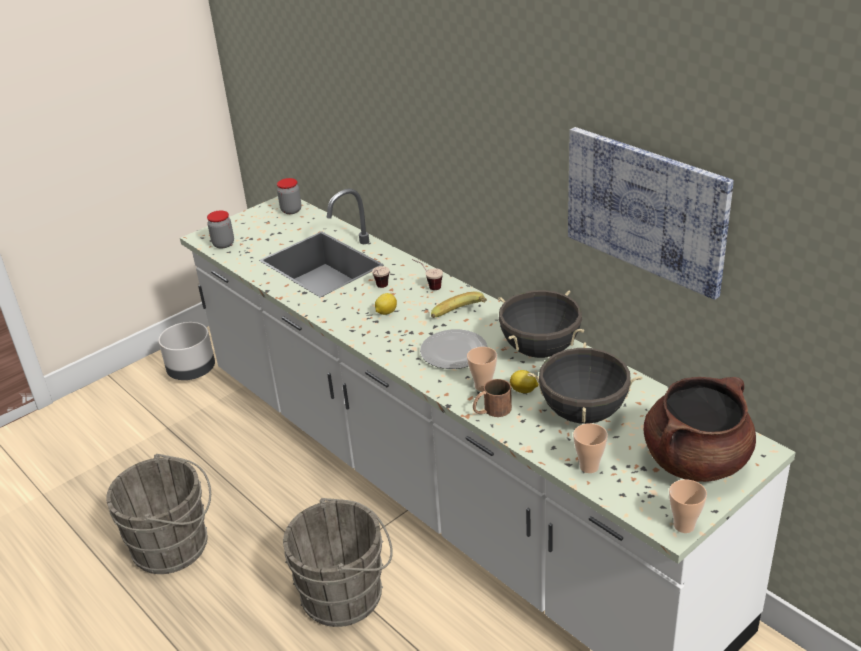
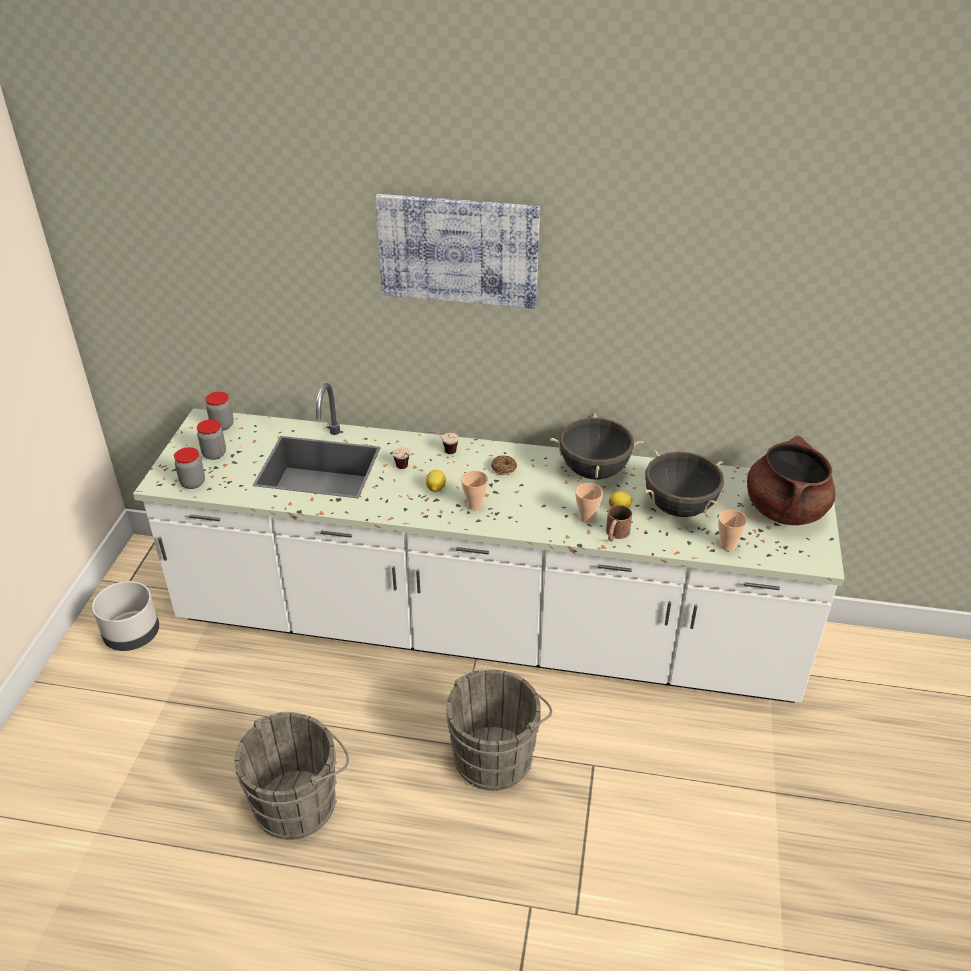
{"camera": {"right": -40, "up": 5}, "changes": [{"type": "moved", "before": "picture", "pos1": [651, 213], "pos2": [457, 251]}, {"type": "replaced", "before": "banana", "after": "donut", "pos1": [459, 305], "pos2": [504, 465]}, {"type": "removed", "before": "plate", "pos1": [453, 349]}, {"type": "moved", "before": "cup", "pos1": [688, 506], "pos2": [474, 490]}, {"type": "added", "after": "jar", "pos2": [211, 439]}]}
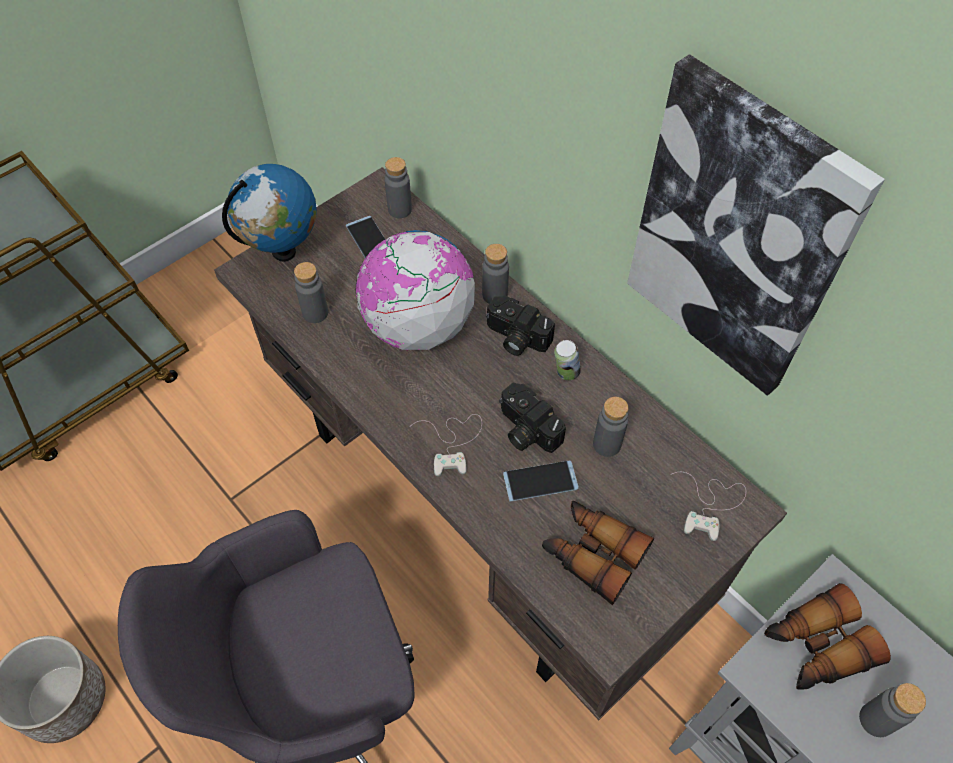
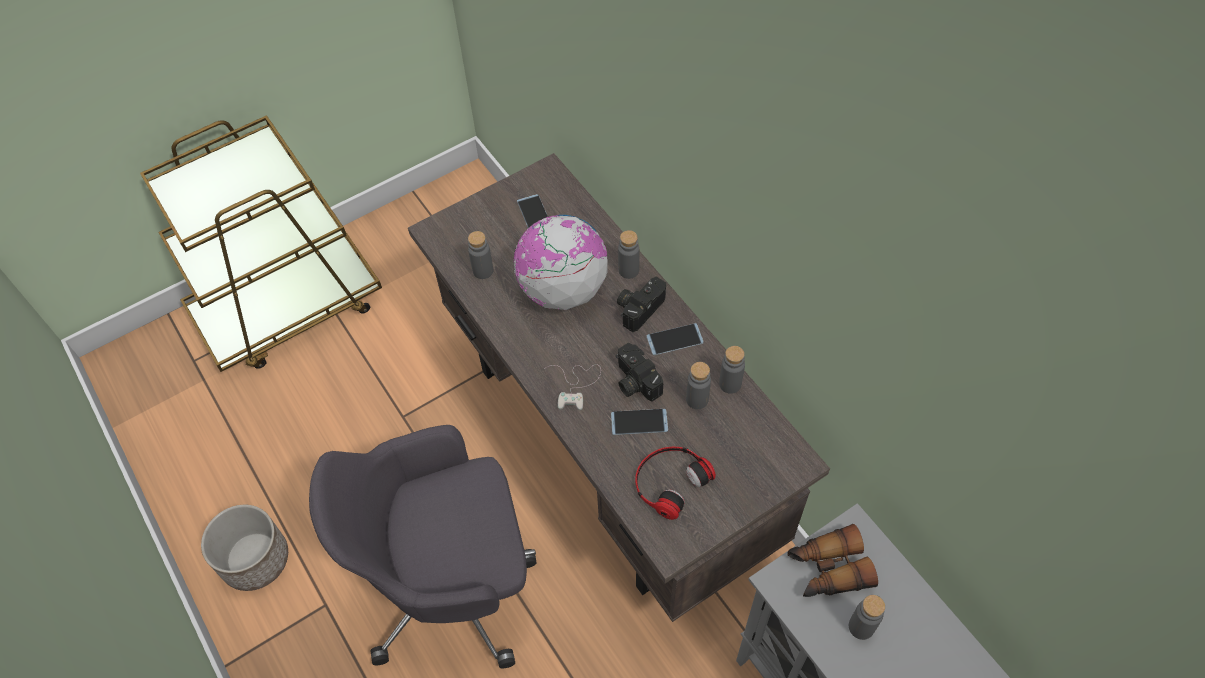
{"camera": {"right": 10, "up": 0}, "changes": [{"type": "removed", "before": "picture", "pos1": [756, 225]}, {"type": "moved", "before": "bottle/grey", "pos1": [398, 187], "pos2": [732, 370]}, {"type": "removed", "before": "globe", "pos1": [269, 213]}, {"type": "turned", "before": "photo camera", "pos1": [520, 326], "pos2": [641, 304], "turn": 90}, {"type": "replaced", "before": "can", "after": "phone", "pos1": [567, 360], "pos2": [675, 339]}, {"type": "removed", "before": "game controller/white", "pos1": [709, 506]}, {"type": "replaced", "before": "binoculars", "after": "headphones", "pos1": [598, 552], "pos2": [675, 483]}]}
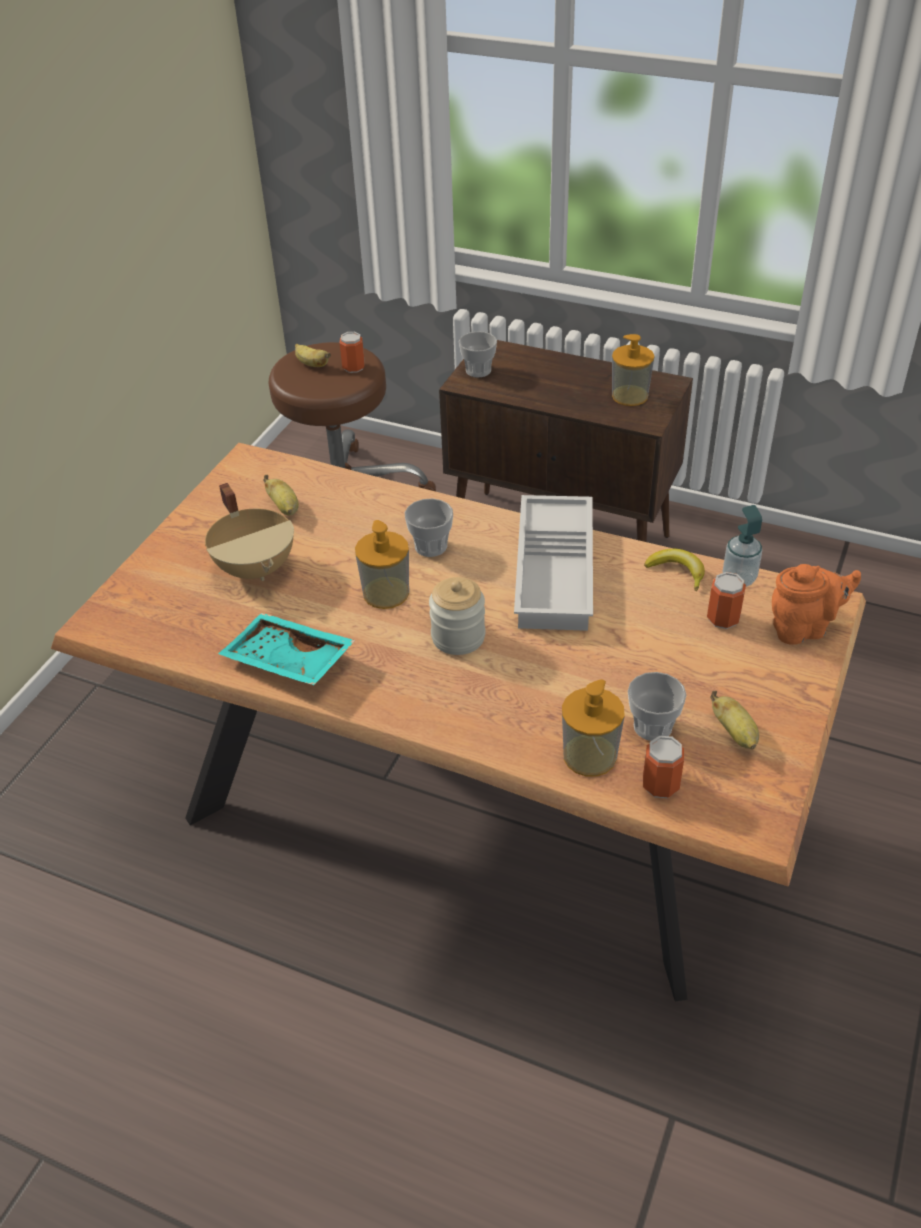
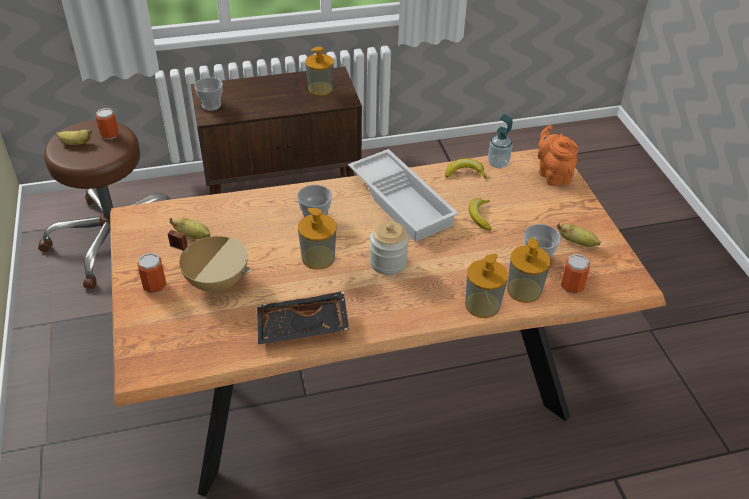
{"camera": {"right": -40, "up": 0}, "changes": [{"type": "turned", "before": "teapot/orange", "pos1": [816, 604], "pos2": [558, 155], "turn": -60}, {"type": "moved", "before": "can", "pos1": [726, 600], "pos2": [152, 273]}, {"type": "recoloured", "before": "tray/turquoise", "after": "tray/black", "pos1": [287, 649], "pos2": [303, 317]}, {"type": "added", "after": "banana", "pos2": [479, 214]}, {"type": "added", "after": "soap dispenser", "pos2": [486, 286]}]}
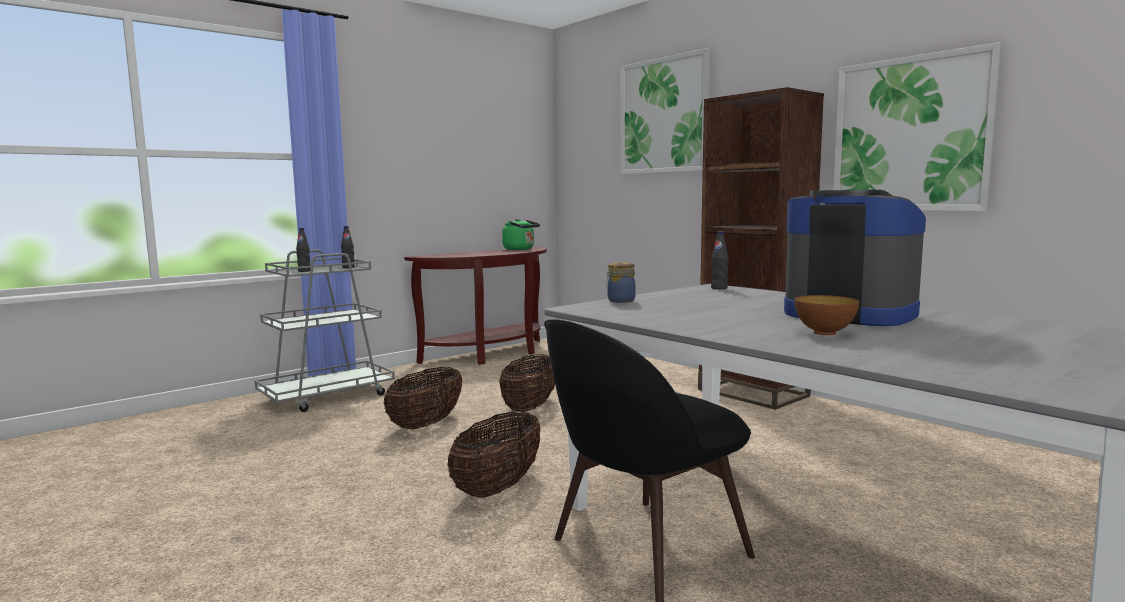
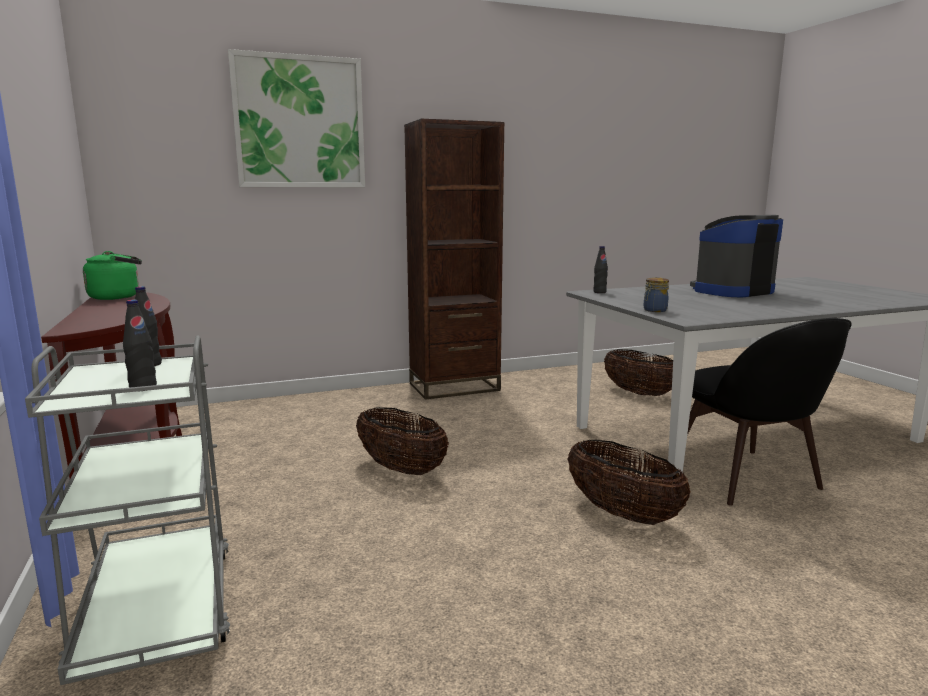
{"camera": {"right": -70, "up": 5}, "changes": [{"type": "removed", "before": "picture", "pos1": [918, 126]}, {"type": "removed", "before": "bowl", "pos1": [827, 315]}, {"type": "moved", "before": "basket", "pos1": [423, 398], "pos2": [638, 372]}]}
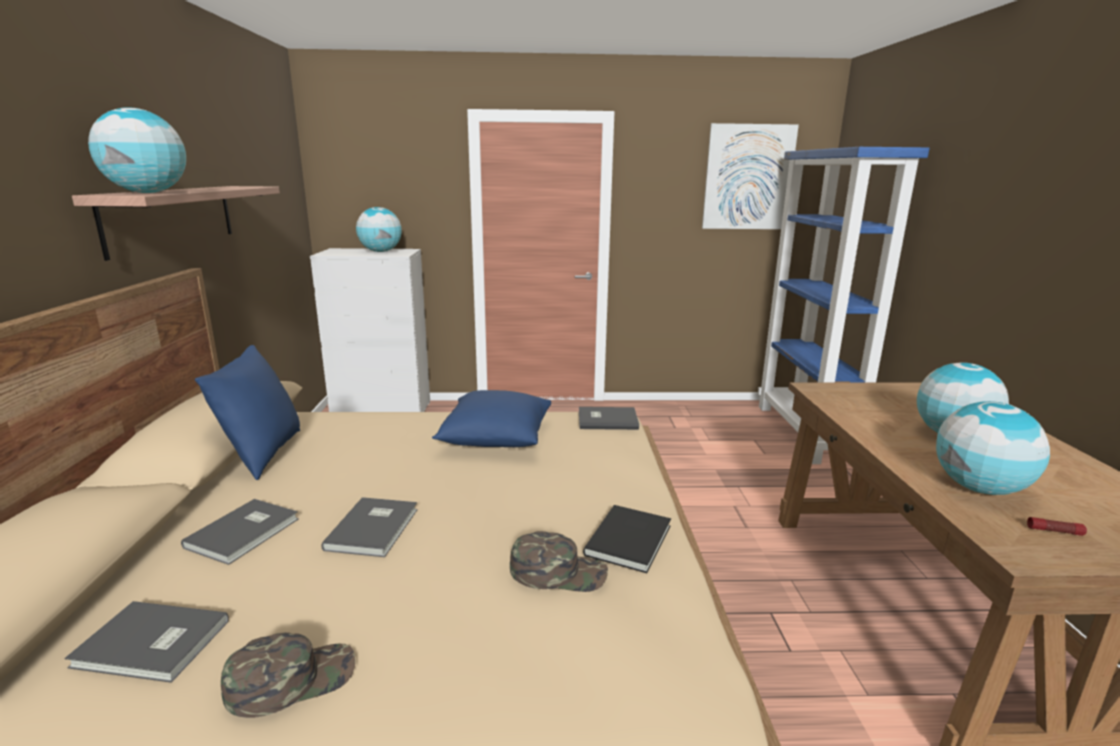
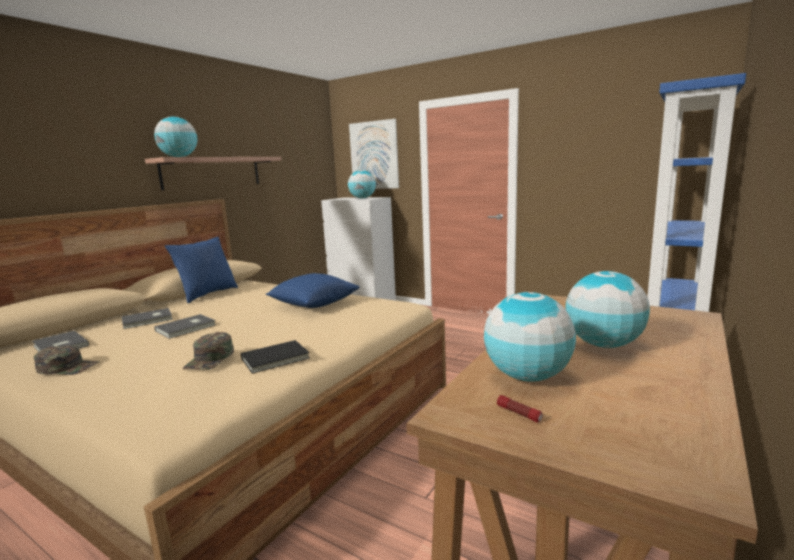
{"camera": {"right": 35, "up": -5}, "changes": [{"type": "moved", "before": "picture", "pos1": [750, 176], "pos2": [374, 154]}, {"type": "removed", "before": "book/grey", "pos1": [609, 418]}, {"type": "turned", "before": "cap/green", "pos1": [559, 561], "pos2": [208, 351], "turn": 60}]}
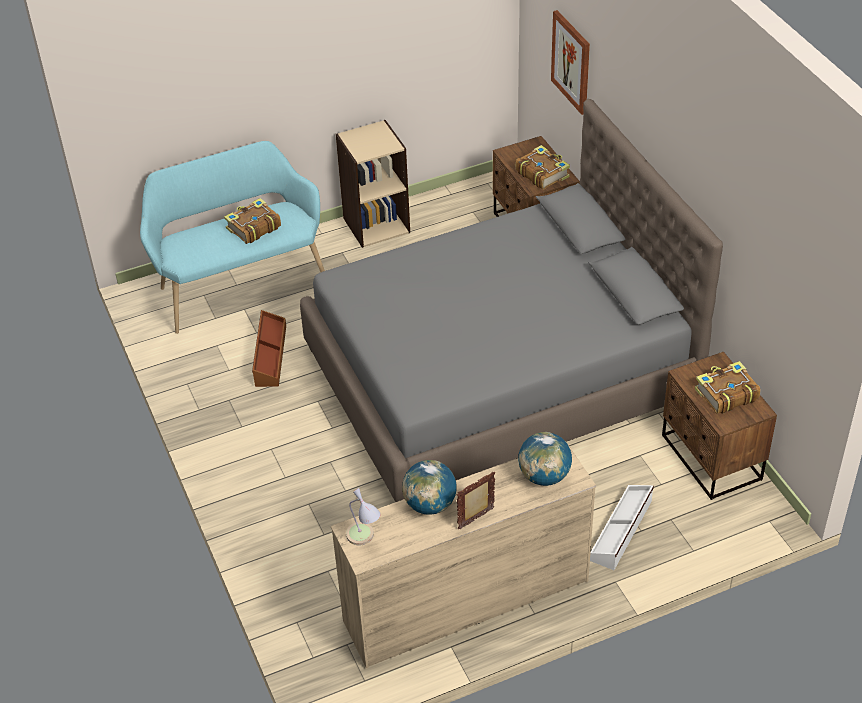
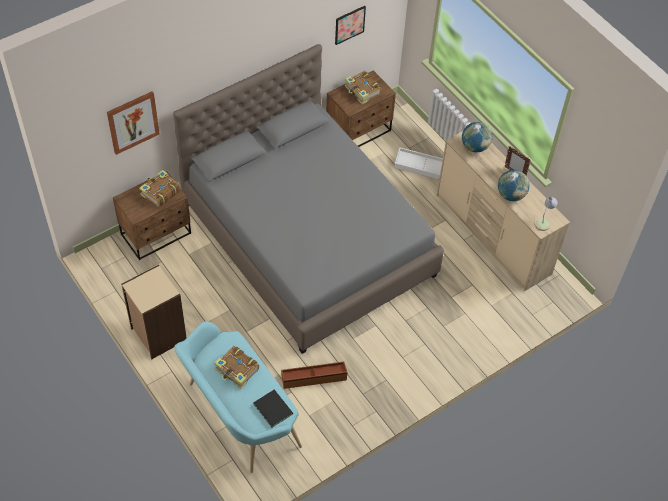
{"camera": {"right": -105, "up": 10}, "changes": [{"type": "added", "after": "picture", "pos2": [350, 25]}, {"type": "added", "after": "book/black", "pos2": [273, 409]}]}
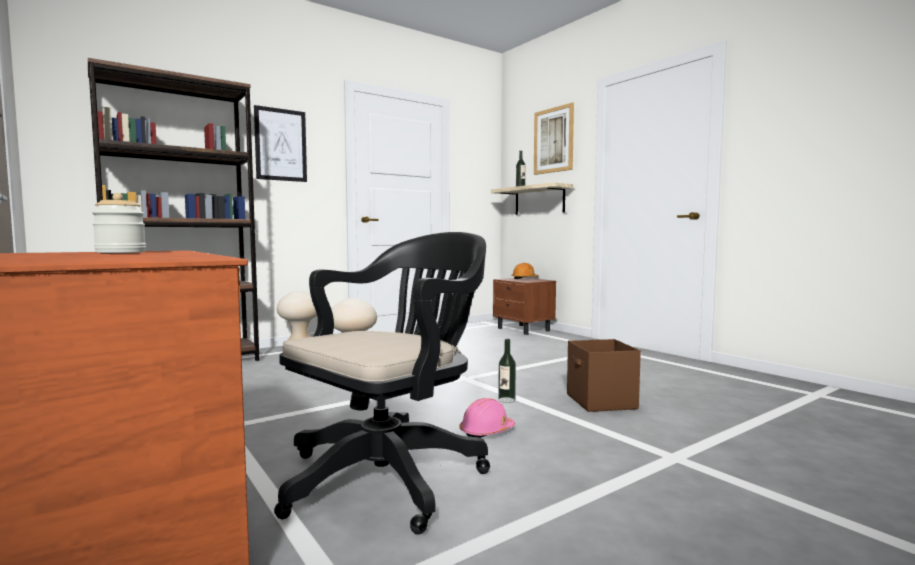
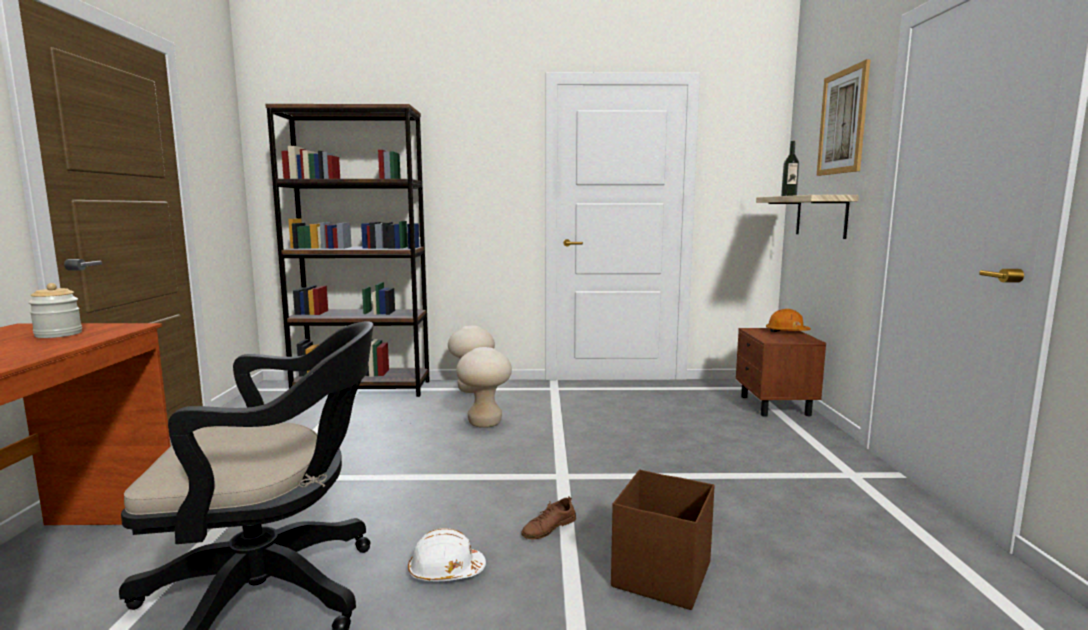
{"camera": {"right": 35, "up": 5}, "changes": [{"type": "removed", "before": "picture", "pos1": [280, 143]}, {"type": "replaced", "before": "bottle", "after": "shoe/brown", "pos1": [507, 371], "pos2": [548, 517]}, {"type": "recoloured", "before": "hard hat/pink", "after": "hard hat/white", "pos1": [487, 418], "pos2": [447, 554]}]}
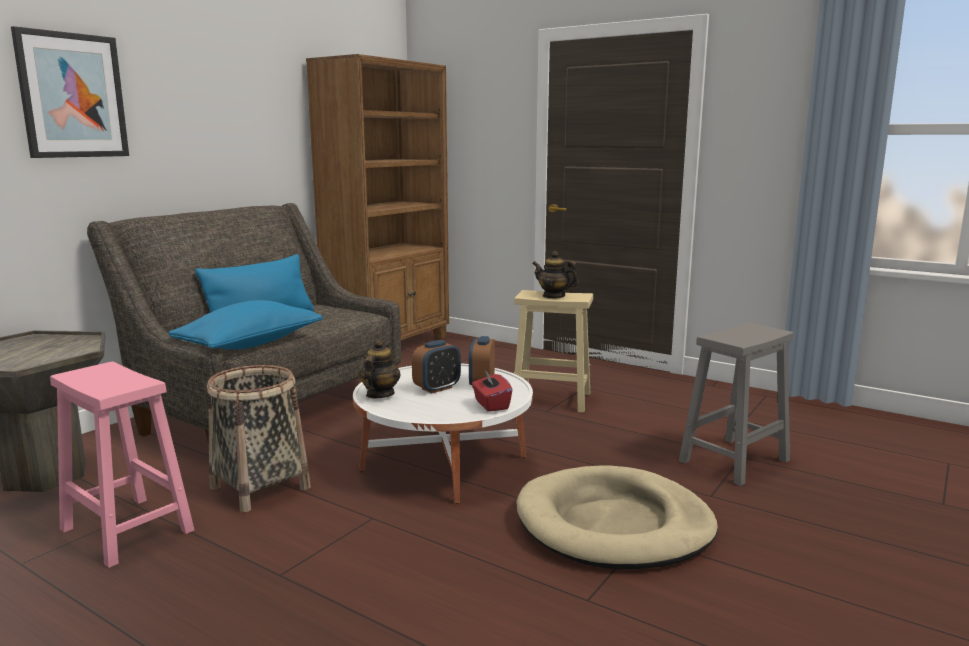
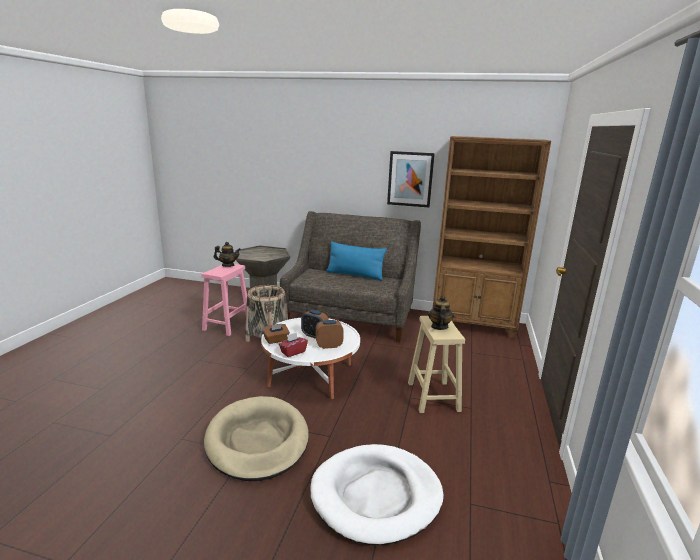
{"camera": {"right": 70, "up": 5}, "changes": [{"type": "moved", "before": "picture", "pos1": [70, 92], "pos2": [411, 179]}, {"type": "removed", "before": "pillow/blue", "pos1": [245, 324]}, {"type": "replaced", "before": "stool/grey", "after": "dog bed/white", "pos1": [736, 404], "pos2": [376, 494]}, {"type": "moved", "before": "teapot", "pos1": [380, 369], "pos2": [227, 254]}, {"type": "added", "after": "tissue box/brown", "pos2": [276, 334]}]}
